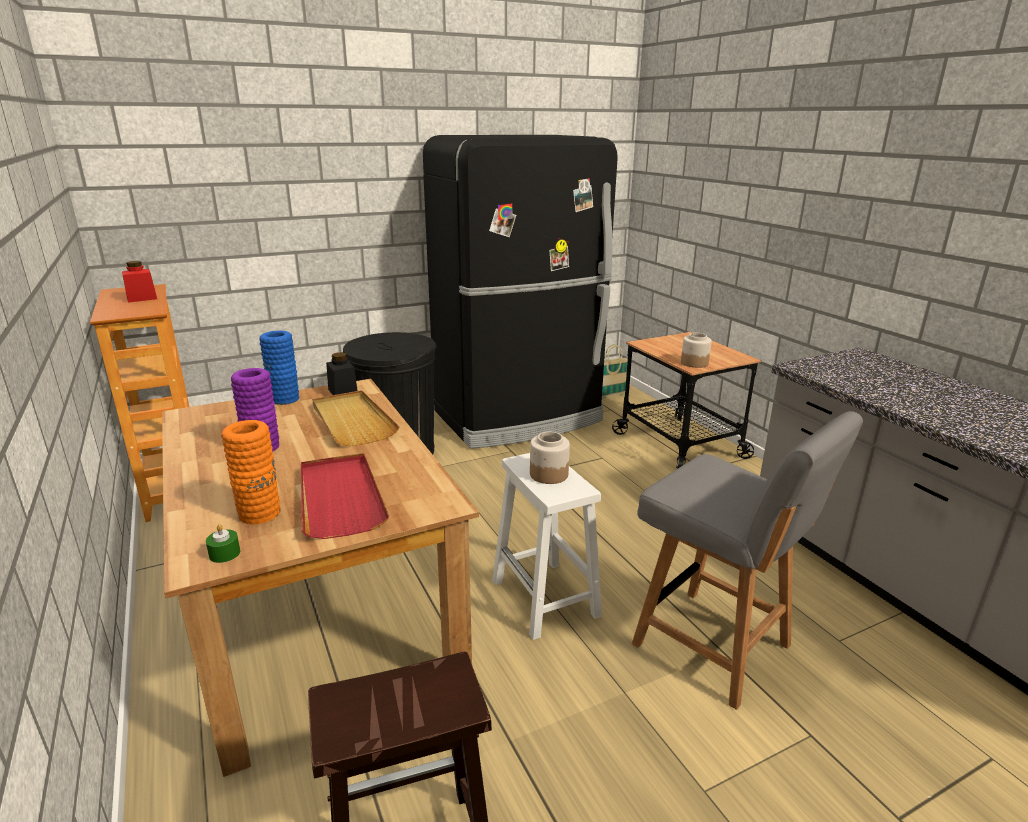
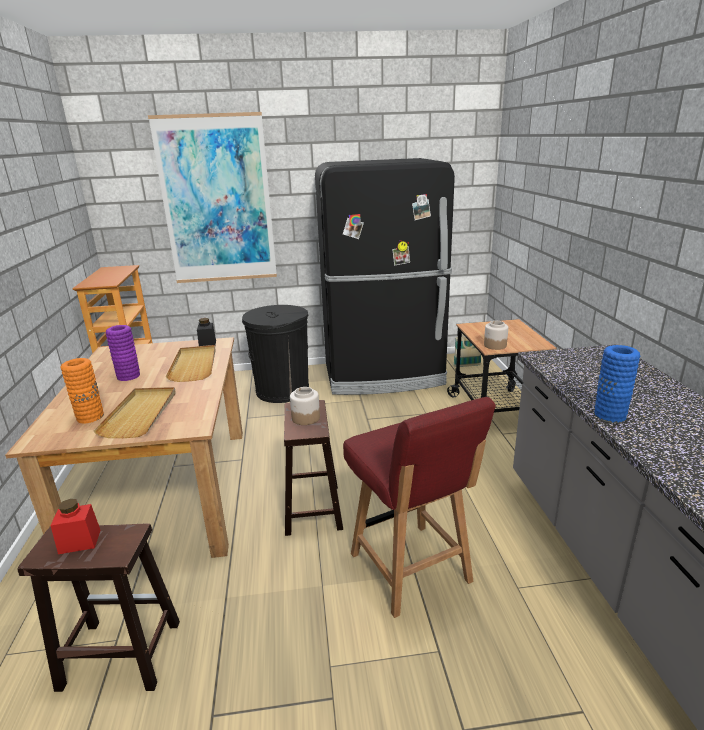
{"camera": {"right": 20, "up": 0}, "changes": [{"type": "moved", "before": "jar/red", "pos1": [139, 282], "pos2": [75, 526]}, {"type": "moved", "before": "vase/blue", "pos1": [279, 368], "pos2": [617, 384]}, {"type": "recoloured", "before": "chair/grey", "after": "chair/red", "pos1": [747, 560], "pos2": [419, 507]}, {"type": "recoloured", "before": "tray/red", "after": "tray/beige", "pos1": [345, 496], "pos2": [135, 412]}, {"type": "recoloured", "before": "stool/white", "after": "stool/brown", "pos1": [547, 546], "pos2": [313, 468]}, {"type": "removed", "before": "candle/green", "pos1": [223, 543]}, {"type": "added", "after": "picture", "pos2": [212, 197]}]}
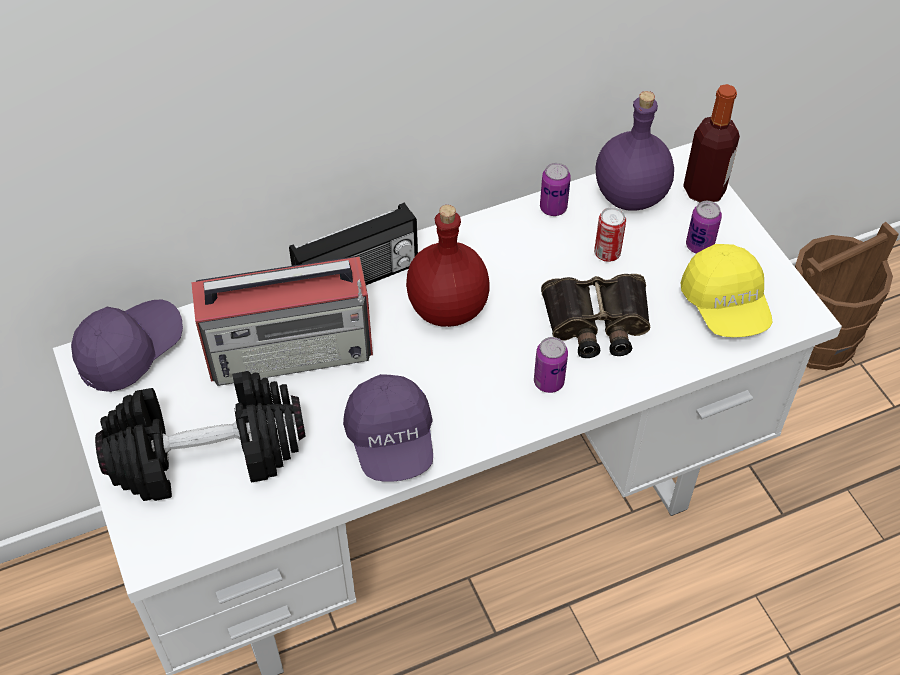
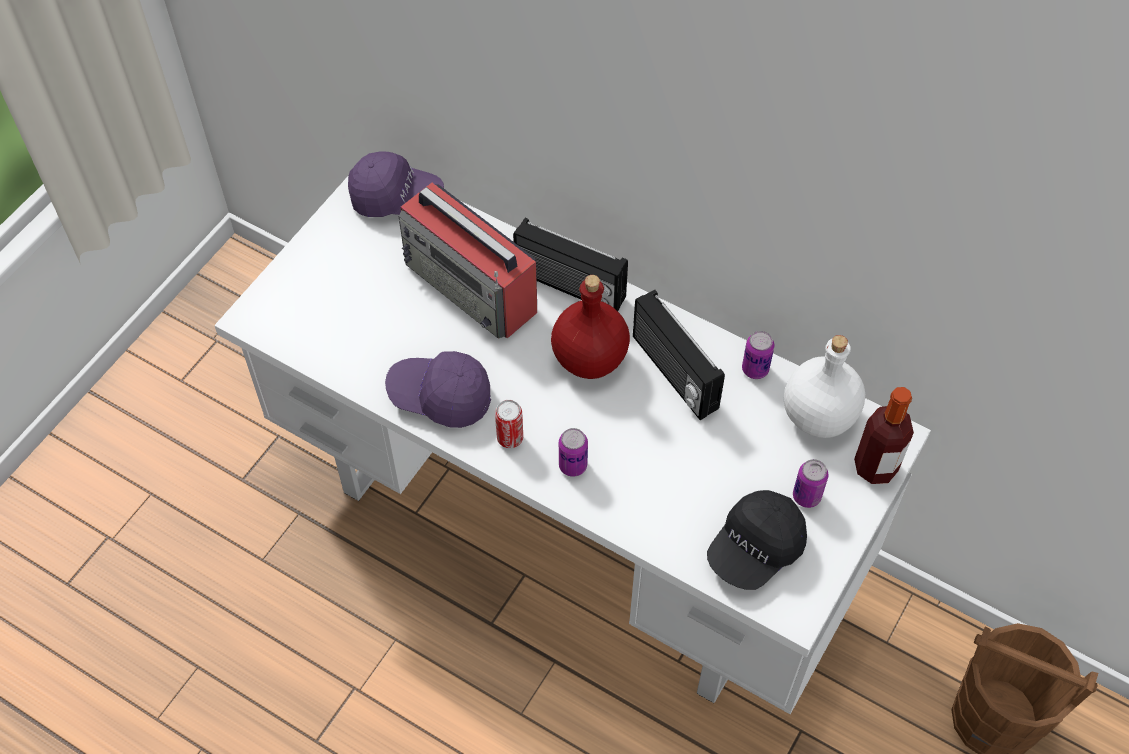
{"camera": {"right": 55, "up": 5}, "changes": [{"type": "recoloured", "before": "bottle/purple", "after": "bottle/white", "pos1": [635, 151], "pos2": [824, 386]}, {"type": "moved", "before": "can", "pos1": [610, 234], "pos2": [509, 424]}, {"type": "recoloured", "before": "cap/yellow", "after": "cap/black", "pos1": [726, 290], "pos2": [757, 540]}, {"type": "removed", "before": "binoculars", "pos1": [595, 316]}, {"type": "removed", "before": "dumbbell/black", "pos1": [200, 436]}, {"type": "turned", "before": "cap/purple", "pos1": [388, 428], "pos2": [438, 389], "turn": 60}, {"type": "added", "after": "radio", "pos2": [679, 355]}]}
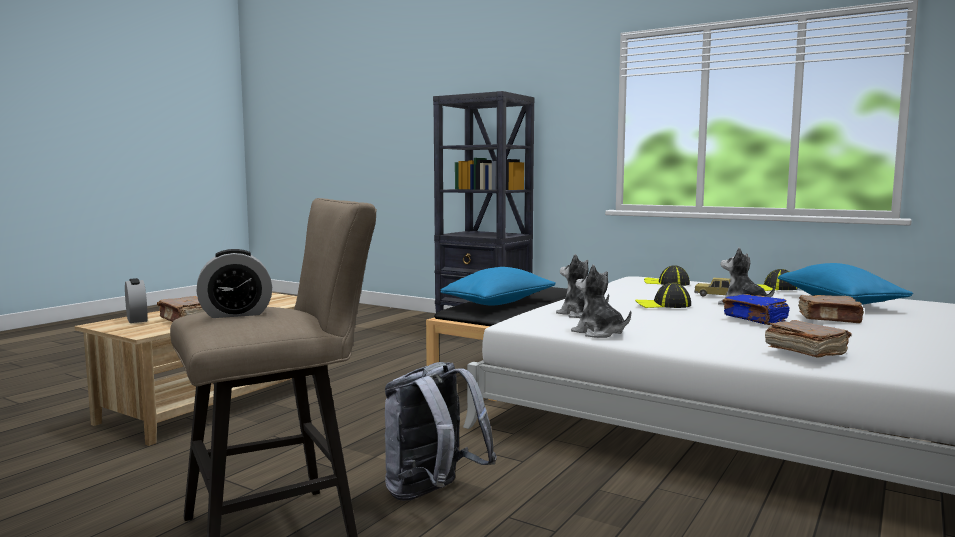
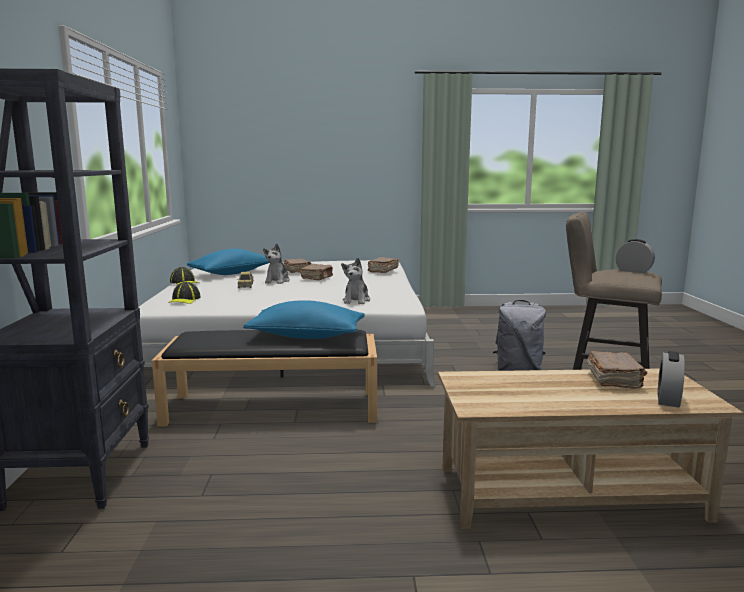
{"camera": {"right": -125, "up": 5}, "changes": [{"type": "removed", "before": "plush toy", "pos1": [601, 301]}, {"type": "removed", "before": "cap", "pos1": [663, 295]}, {"type": "recoloured", "before": "book/blue", "after": "book/brown", "pos1": [756, 309], "pos2": [316, 272]}]}
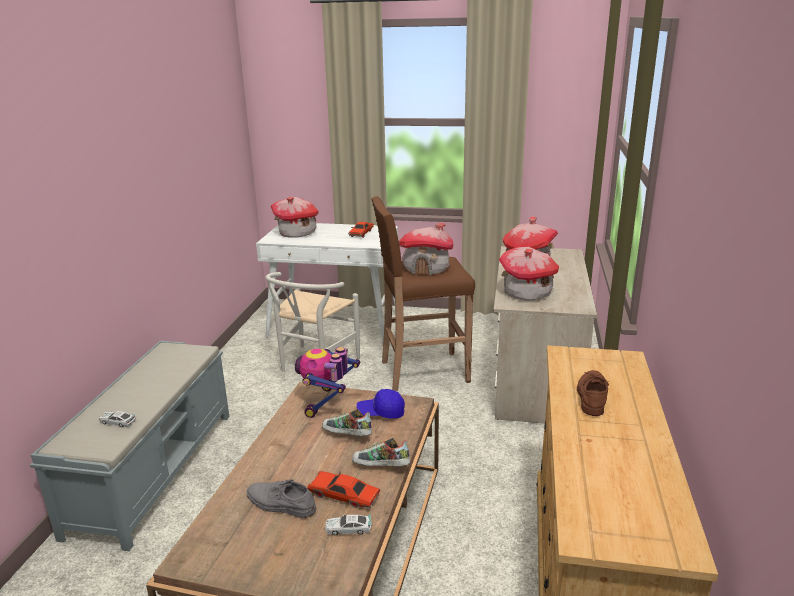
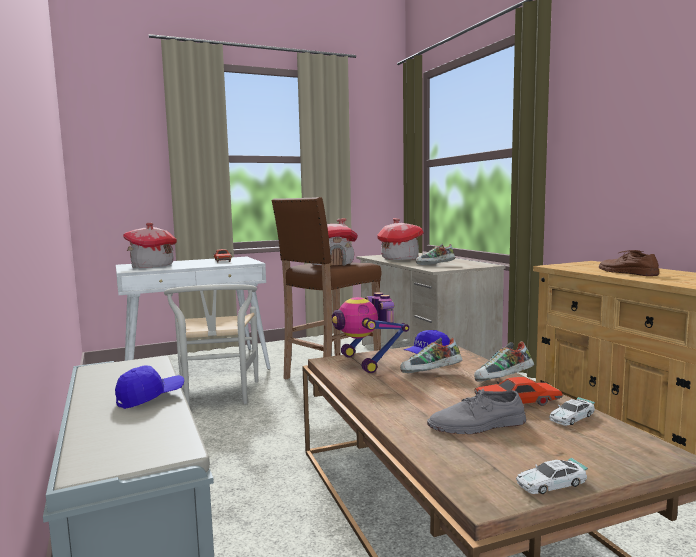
{"camera": {"right": -35, "up": -15}, "changes": [{"type": "replaced", "before": "toy house", "after": "shoe", "pos1": [529, 274], "pos2": [435, 254]}, {"type": "moved", "before": "toy car", "pos1": [117, 419], "pos2": [552, 476]}, {"type": "added", "after": "cap/blue", "pos2": [149, 387]}]}
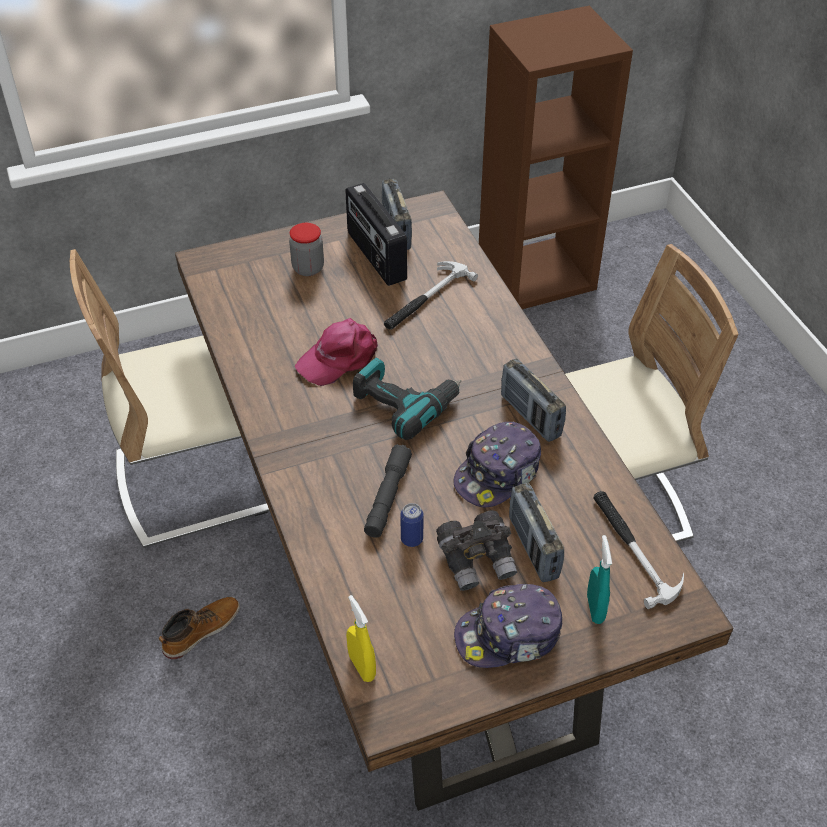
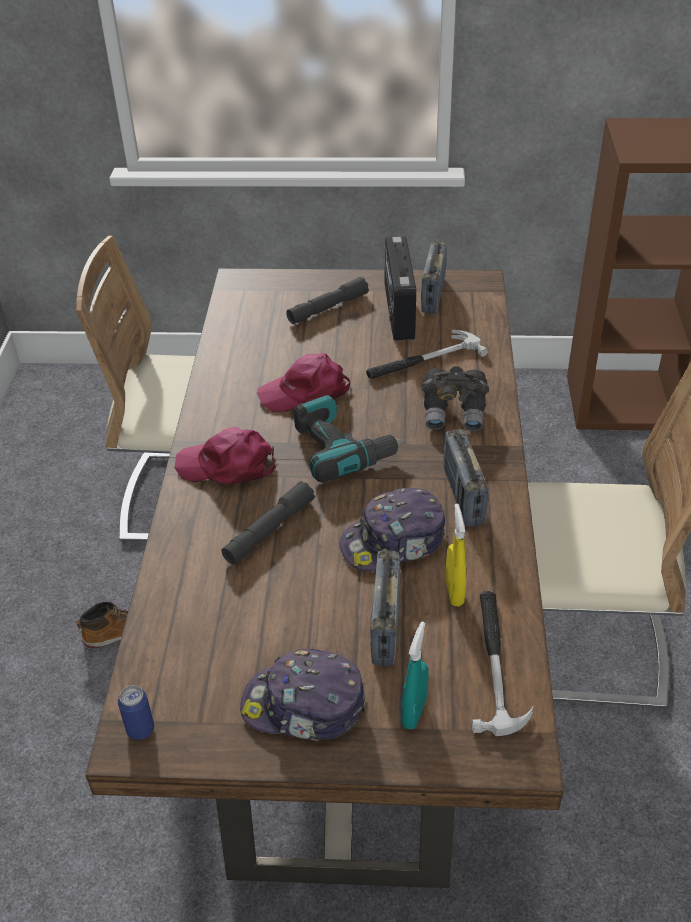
{"camera": {"right": 25, "up": -5}, "changes": [{"type": "replaced", "before": "jar", "after": "flashlight/grey", "pos1": [306, 249], "pos2": [327, 300]}, {"type": "moved", "before": "can", "pos1": [412, 525], "pos2": [136, 712]}, {"type": "moved", "before": "binoculars/grey", "pos1": [476, 550], "pos2": [455, 398]}, {"type": "moved", "before": "spray bottle/yellow", "pos1": [361, 638], "pos2": [456, 555]}, {"type": "added", "after": "cap/pink", "pos2": [225, 456]}]}
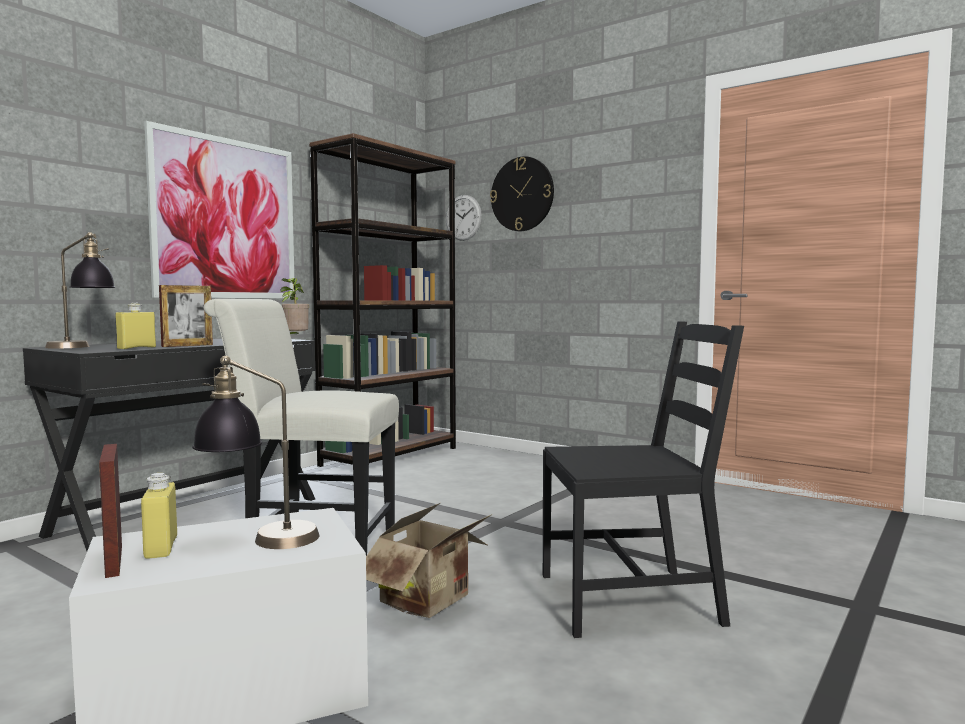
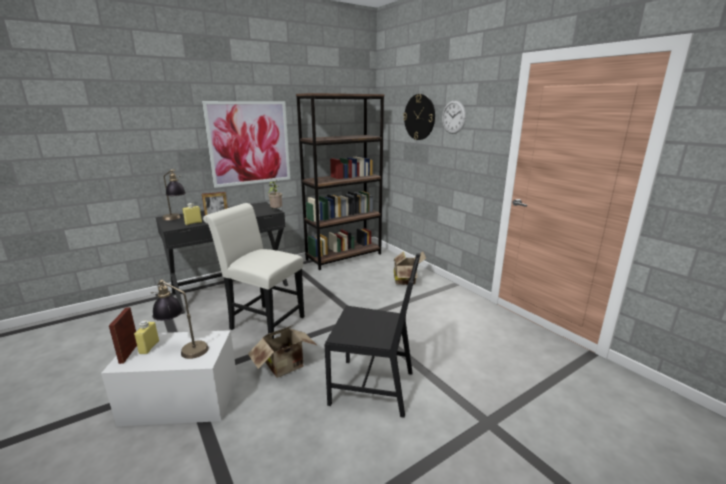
{"camera": {"right": 20, "up": 15}, "changes": [{"type": "moved", "before": "wall clock", "pos1": [464, 218], "pos2": [454, 117]}, {"type": "added", "after": "cardboard box", "pos2": [410, 268]}]}
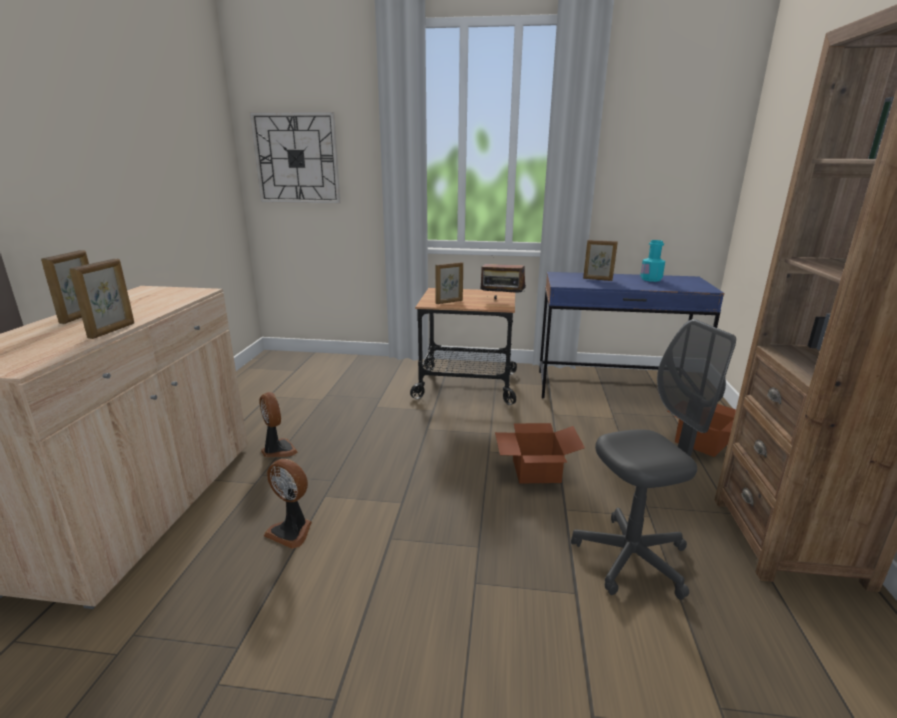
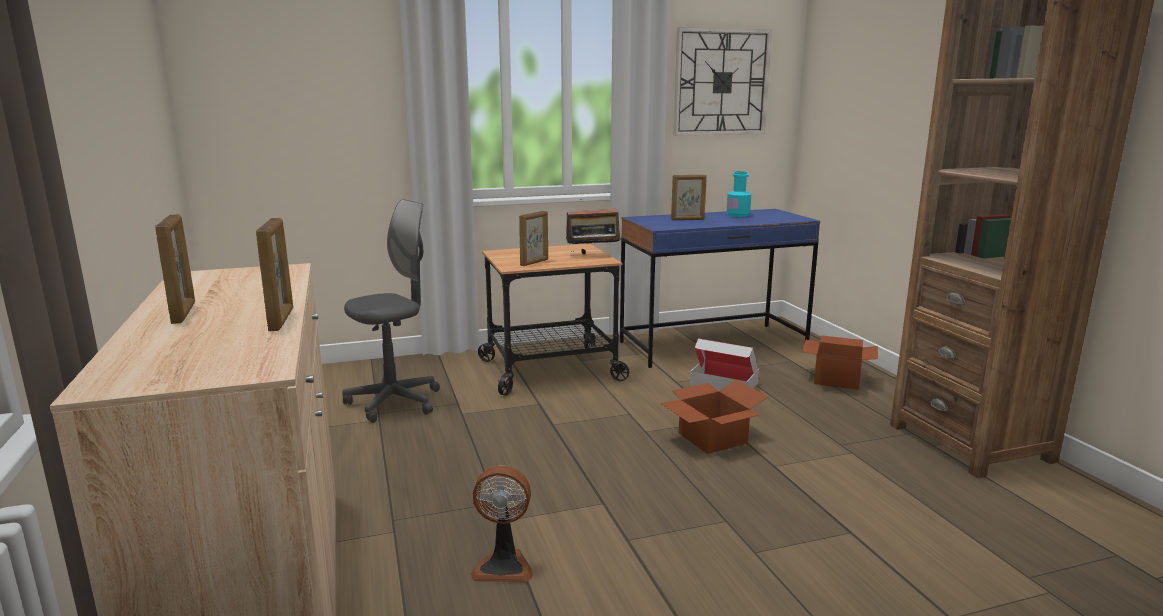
{"camera": {"right": -25, "up": -5}, "changes": [{"type": "moved", "before": "wall clock", "pos1": [295, 157], "pos2": [723, 81]}, {"type": "moved", "before": "office chair/grey", "pos1": [653, 459], "pos2": [391, 311]}, {"type": "removed", "before": "fan", "pos1": [278, 424]}, {"type": "added", "after": "cardboard box", "pos2": [724, 365]}]}
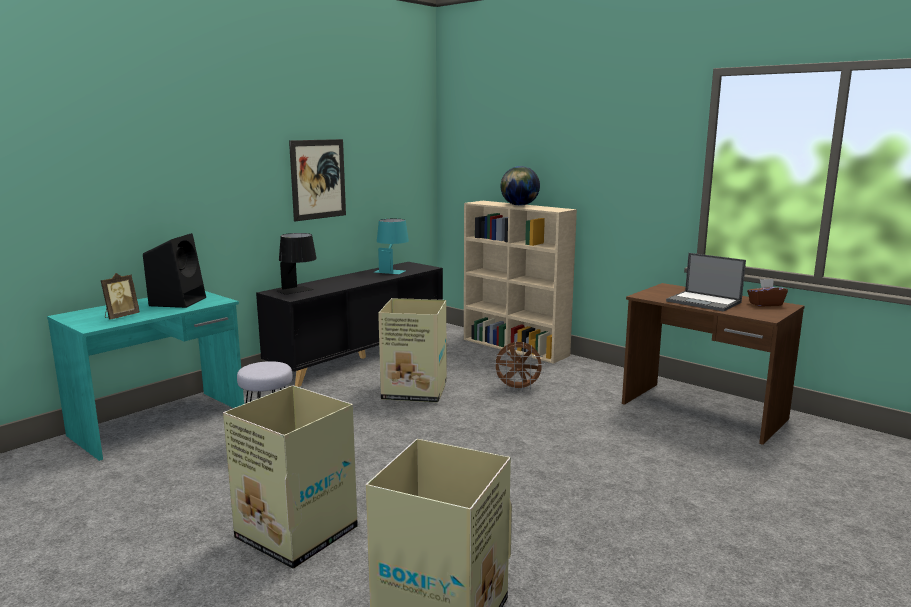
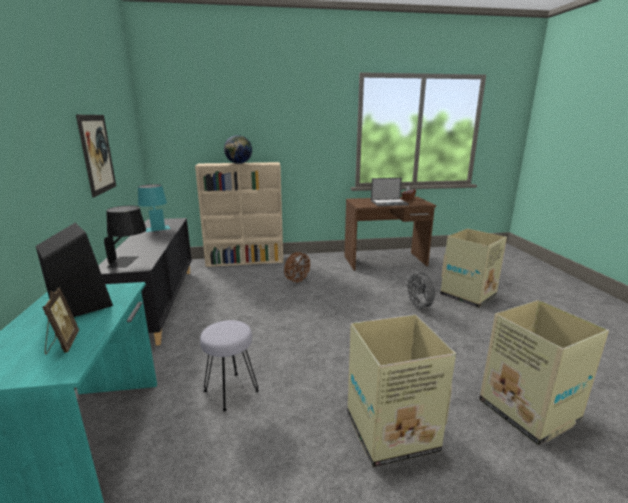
{"camera": {"right": -50, "up": 5}, "changes": [{"type": "moved", "before": "cardboard box", "pos1": [412, 350], "pos2": [473, 268]}, {"type": "added", "after": "fan/grey", "pos2": [420, 291]}]}
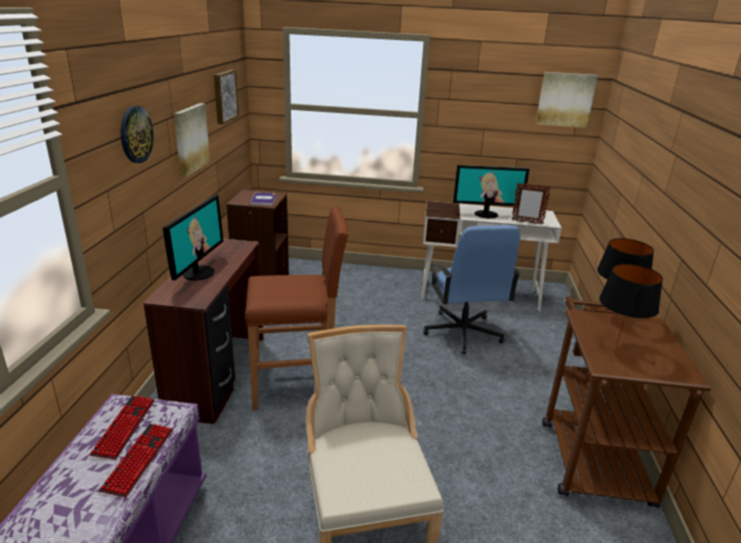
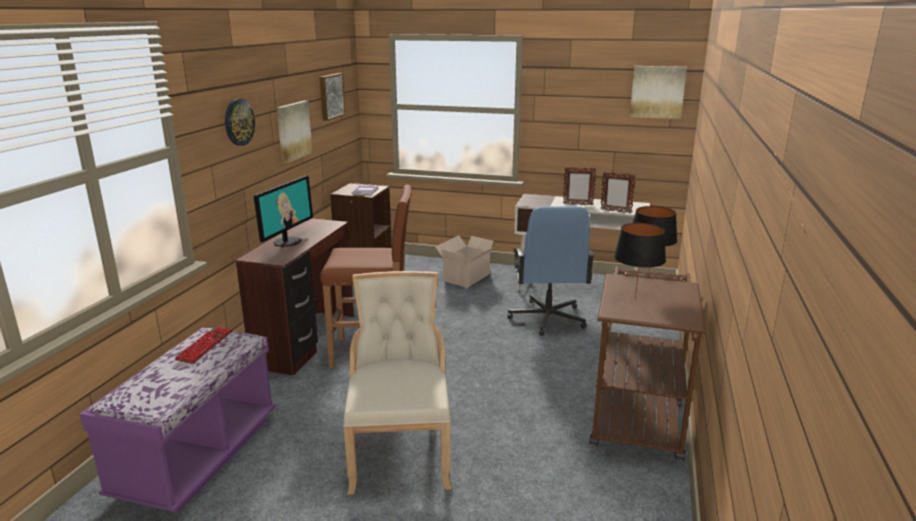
{"camera": {"right": 10, "up": -5}, "changes": [{"type": "replaced", "before": "monitor", "after": "picture frame", "pos1": [491, 191], "pos2": [580, 186]}, {"type": "removed", "before": "keyboard", "pos1": [136, 461]}, {"type": "added", "after": "cardboard box", "pos2": [466, 261]}]}
